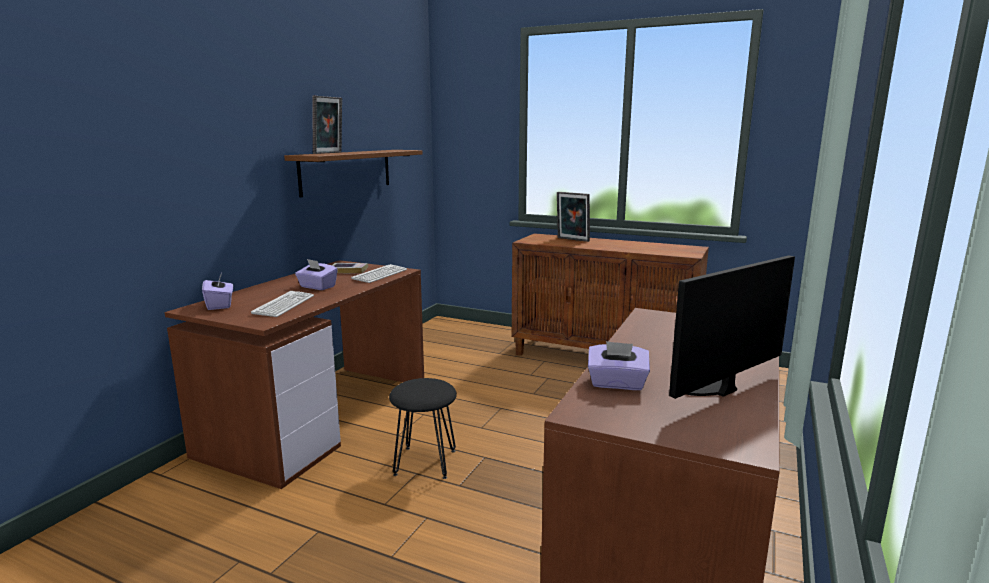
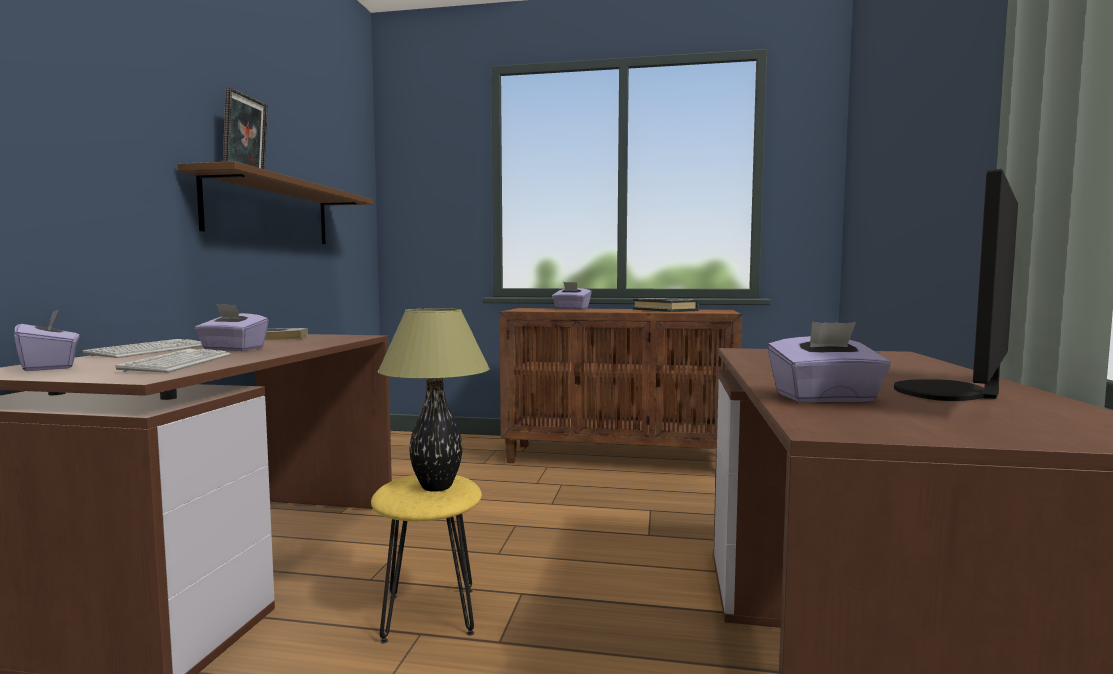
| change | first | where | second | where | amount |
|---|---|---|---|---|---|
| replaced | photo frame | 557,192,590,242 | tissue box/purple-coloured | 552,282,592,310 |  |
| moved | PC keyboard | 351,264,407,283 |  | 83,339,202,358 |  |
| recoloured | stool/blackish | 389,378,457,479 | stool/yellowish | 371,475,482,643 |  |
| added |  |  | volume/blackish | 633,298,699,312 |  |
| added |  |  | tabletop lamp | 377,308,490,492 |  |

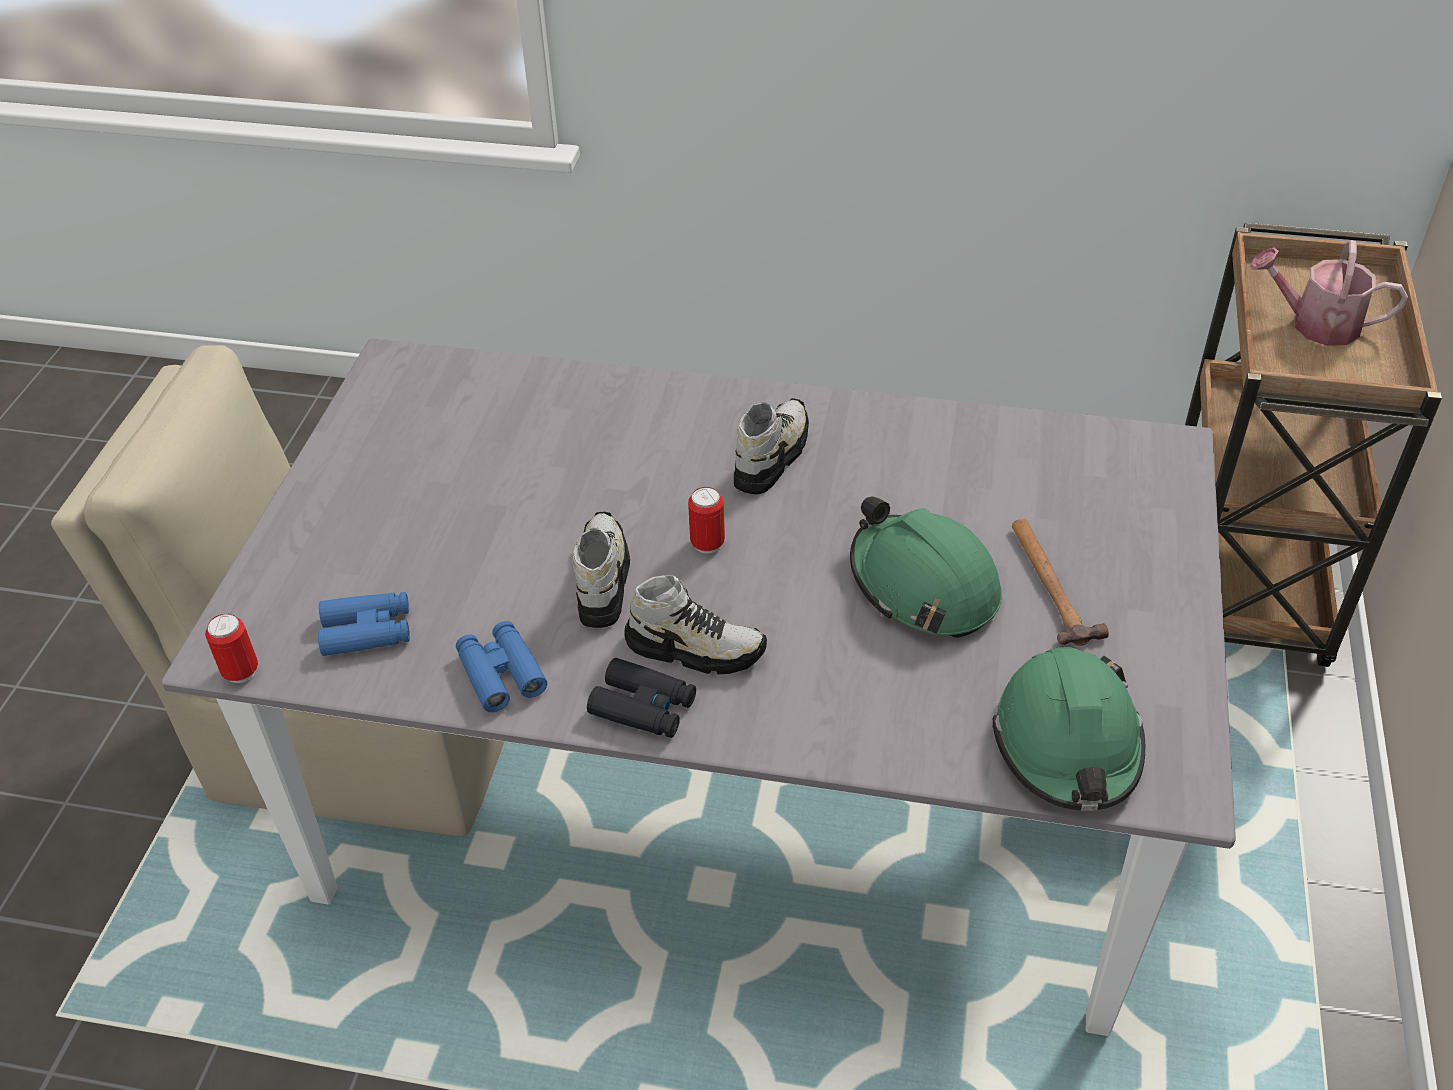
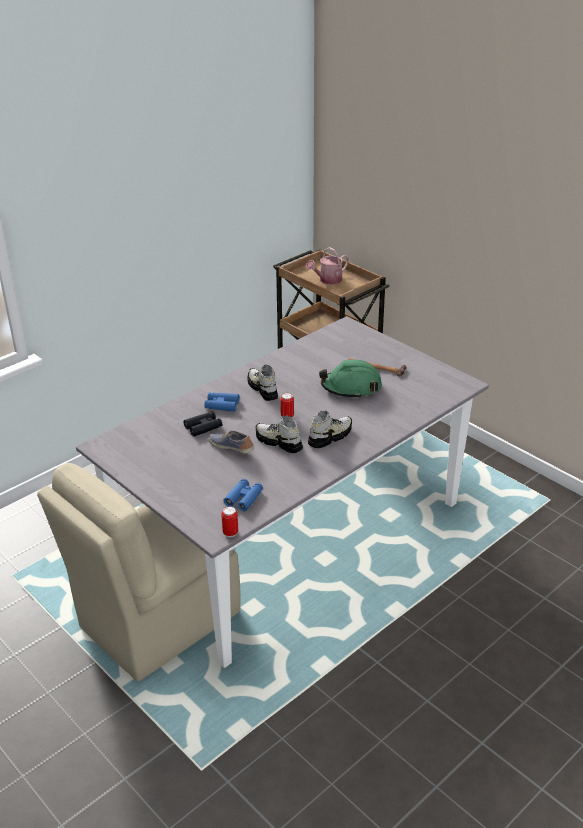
| change | first | where | second | where | amount |
|---|---|---|---|---|---|
| moved | field glasses/blue | 456,621,547,712 |  | 204,393,239,411 |  |
| removed | hard hat/green | 993,647,1145,811 |  |  |  |
| moved | field glasses/blackish | 587,658,696,738 |  | 184,411,222,437 |  |
| added |  |  | low shoe | 208,431,254,454 |  |

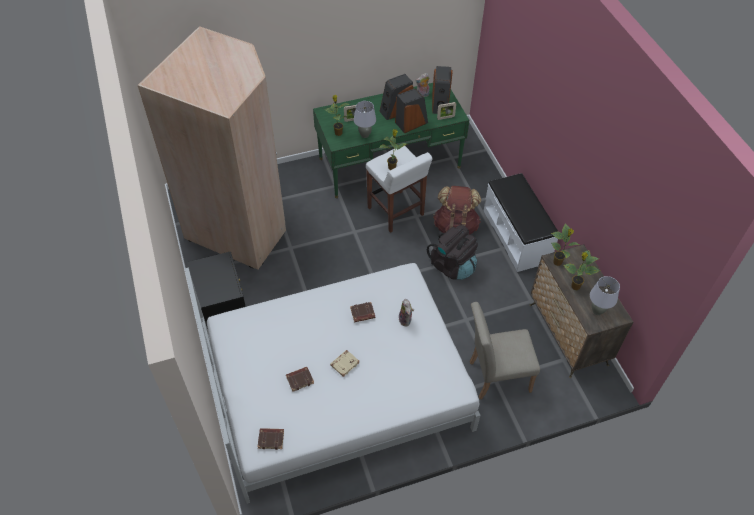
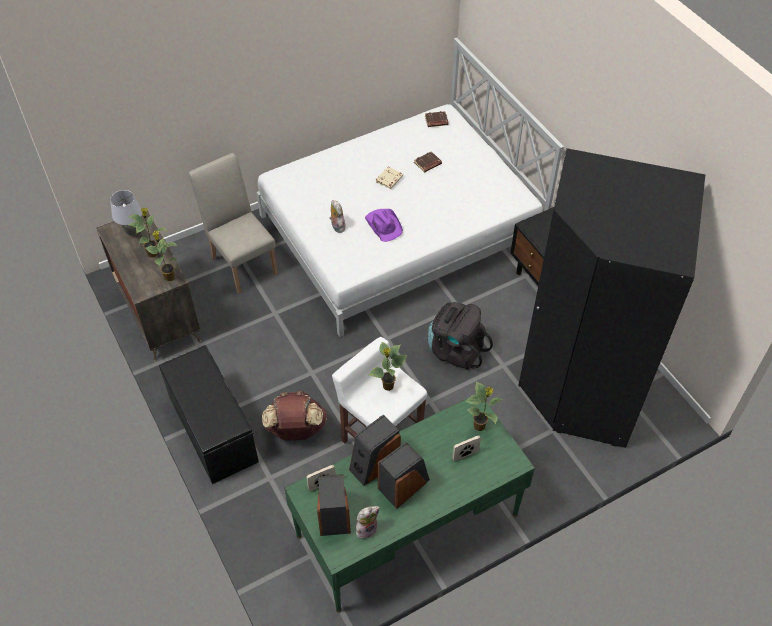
| change | first | where | second | where | amount |
|---|---|---|---|---|---|
| recoloured | clothes cupboard/beige | 138,26,286,270 | clothes cupboard/blackish | 518,148,705,448 |  |
| removed | tabletop lamp/greyish | 354,101,376,138 |  |  |  |
| recoloured | long seat/whitish | 483,173,558,272 | long seat/blackish | 159,345,259,484 |  |
| moved | knapsack/blackish | 427,225,478,280 |  | 428,302,493,370 |  |
| replaced | volume/brown | 350,302,375,322 | wearable hat/purple-coloured | 365,209,403,242 |  |
| turned | plain chair/beige | 470,302,540,399 |  | 189,153,278,294 | 105 degrees counterclockwise |

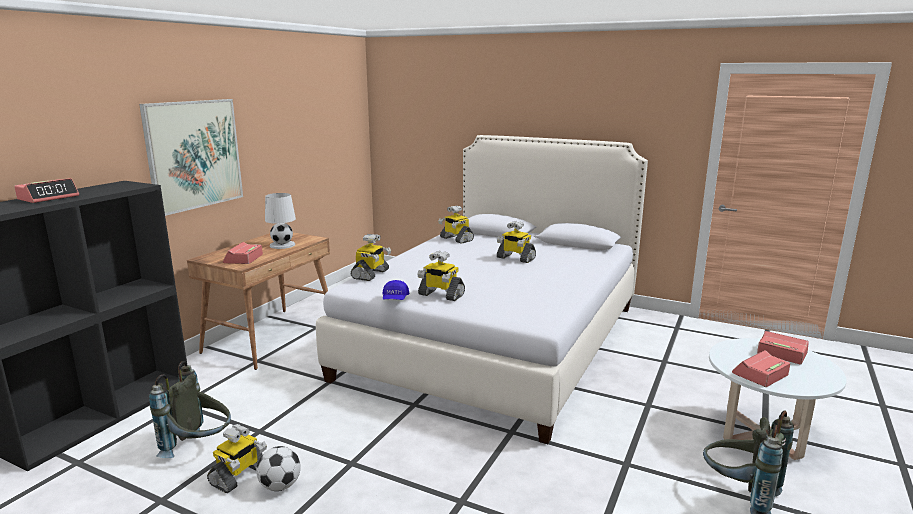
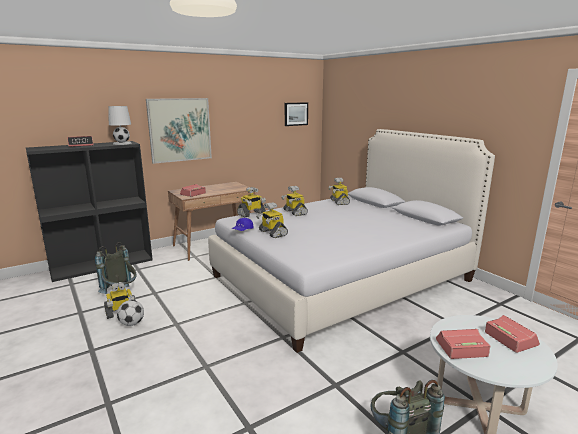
| change | first | where | second | where | amount |
|---|---|---|---|---|---|
| moved | tabletop lamp/whitish | 265,193,296,249 |  | 108,106,132,145 |  |
| moved | toy robot | 497,221,536,263 |  | 281,186,308,216 |  |
| added |  |  | wall picture | 285,102,308,126 |  |

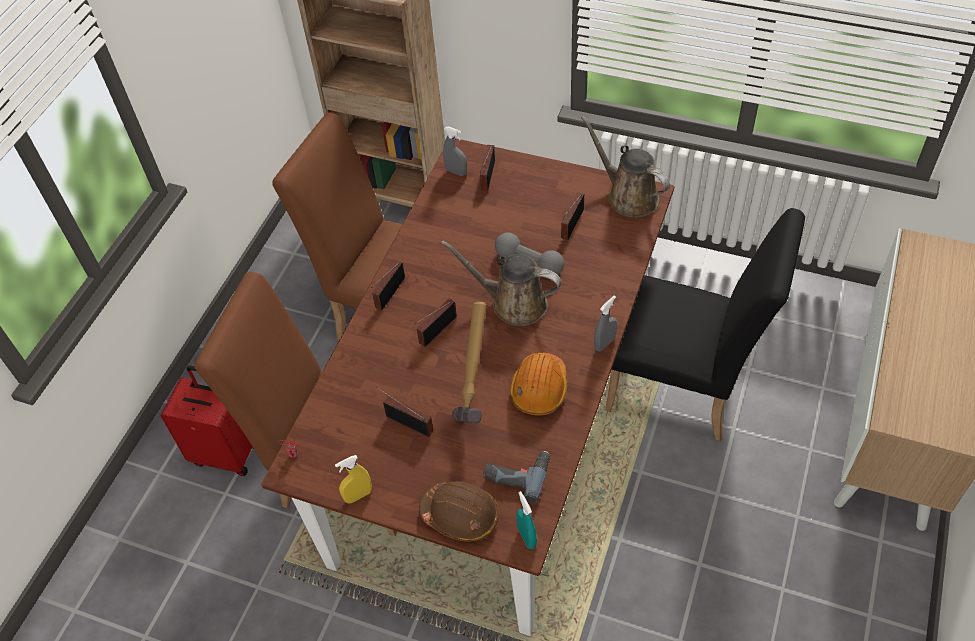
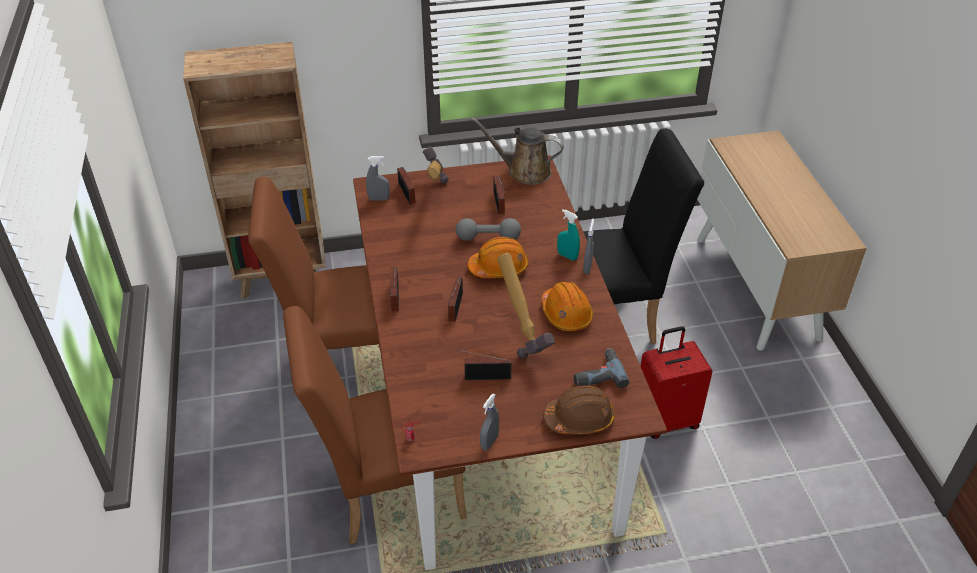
| change | first | where | second | where | amount |
|---|---|---|---|---|---|
| replaced | sprinkling can/brown | 441,240,561,326 | hard hat/orange-coloured | 467,237,529,278 |  |
| moved | piece of luggage/red | 160,365,254,476 |  | 641,326,713,439 |  |
| recoloured | sprayer/yellowish | 335,455,372,503 | sprayer/greyish | 480,394,499,451 |  |
| moved | sprayer/blue-green | 516,491,537,549 |  | 557,209,580,260 |  |
| added |  |  | tool hammer | 423,146,449,184 |  |

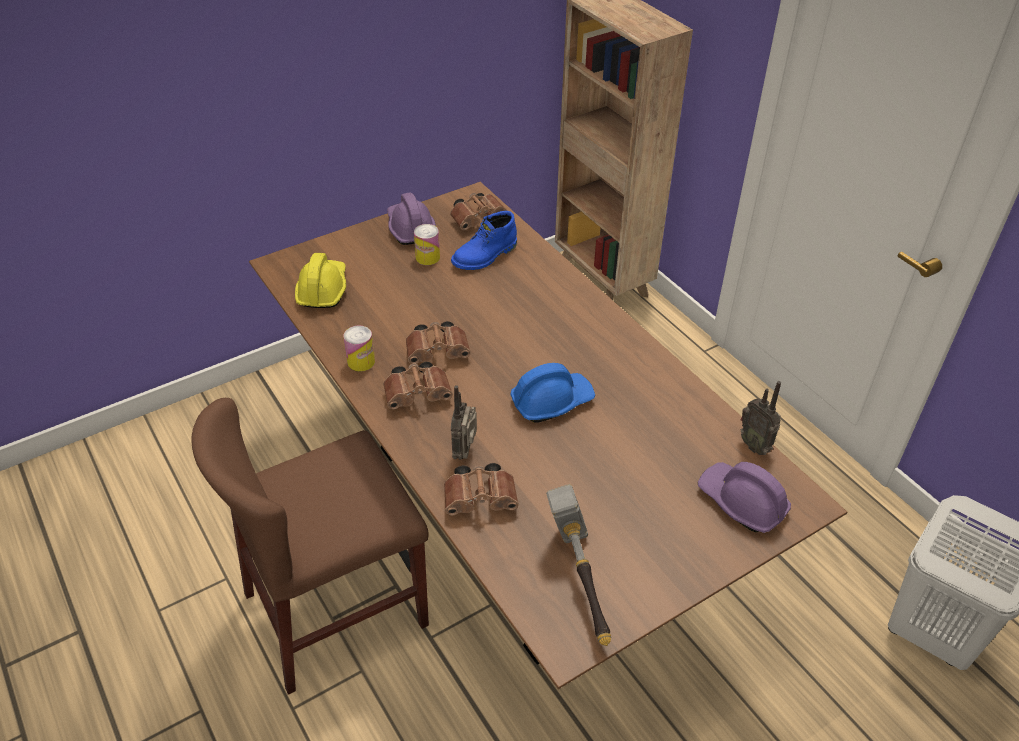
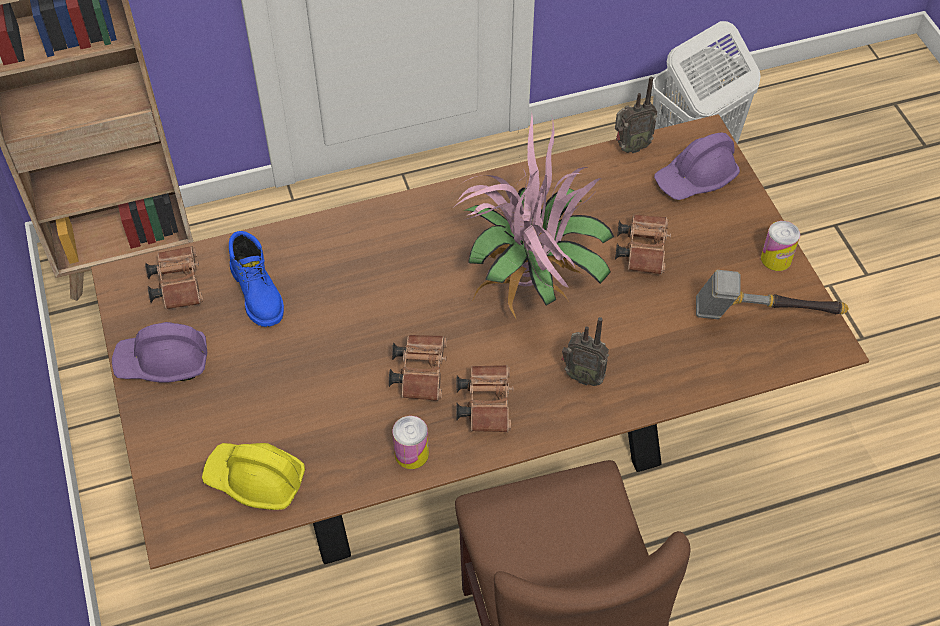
| change | first | where | second | where | amount |
|---|---|---|---|---|---|
| moved | can | 414,224,440,265 |  | 761,221,800,271 |  |
| replaced | hard hat/blue | 511,363,595,423 | plant in a pot | 454,110,614,320 |  |
| moved | field glasses/brown | 444,463,519,516 |  | 615,214,671,275 |  |

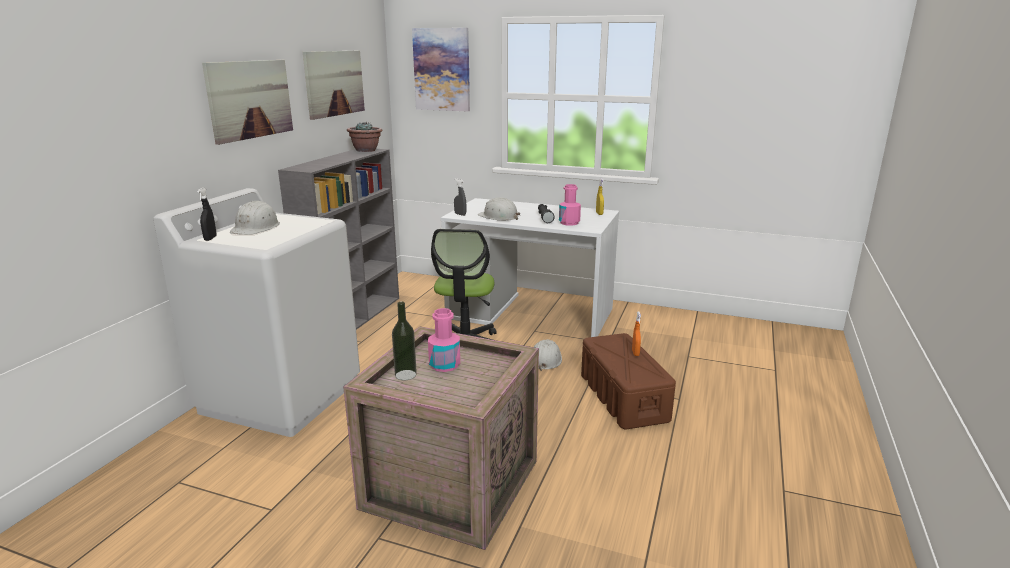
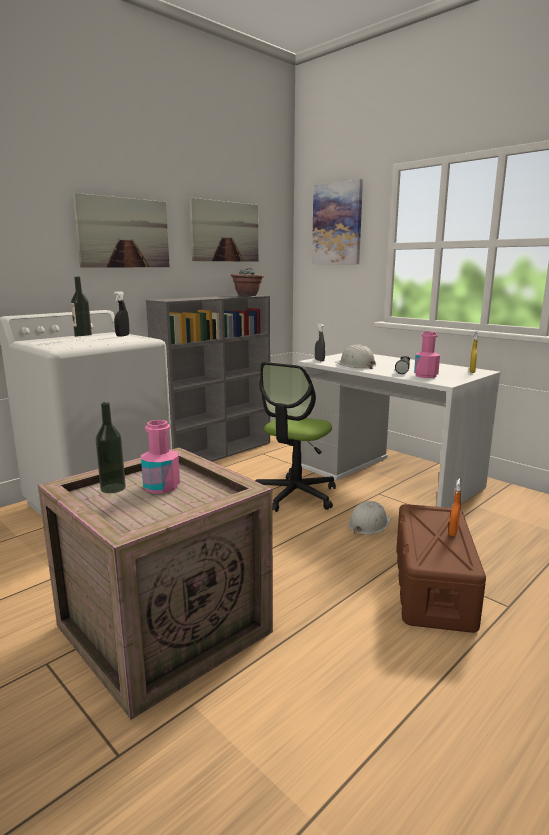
| change | first | where | second | where | amount |
|---|---|---|---|---|---|
| moved | sprayer/blackish | 197,188,216,241 |  | 114,291,129,336 |  |
| replaced | hard hat/whitish | 230,201,280,235 | bottle | 71,277,92,340 |  |

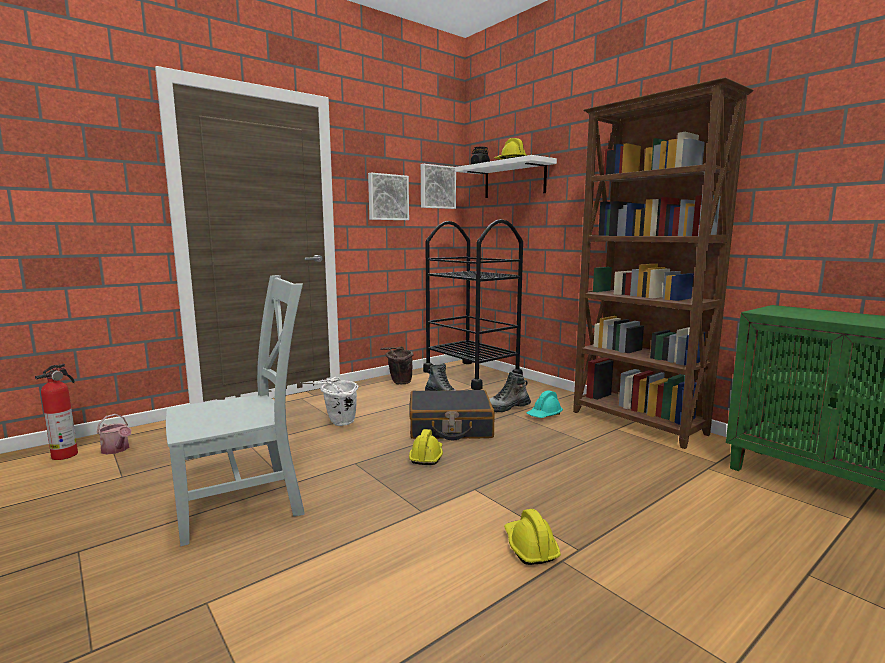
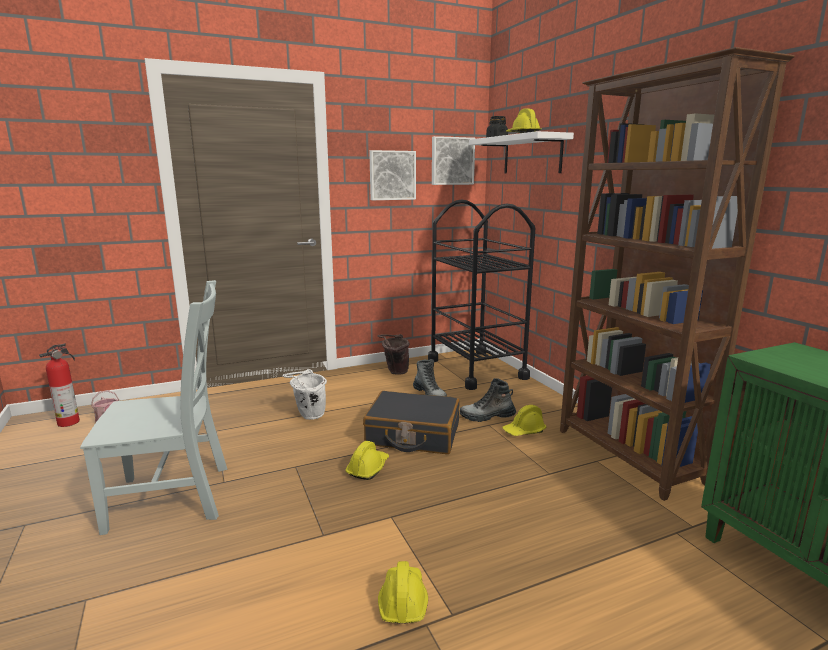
| change | first | where | second | where | amount |
|---|---|---|---|---|---|
| recoloured | hard hat/blue-green | 527,391,563,418 | hard hat/yellowish | 502,405,547,436 |  |

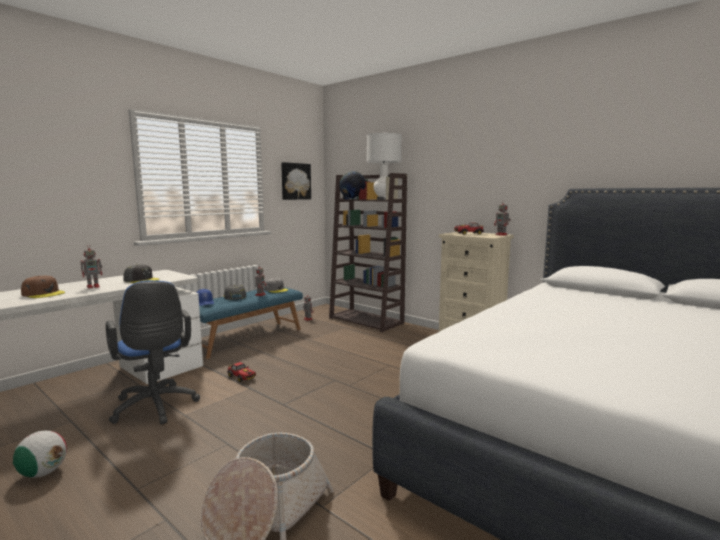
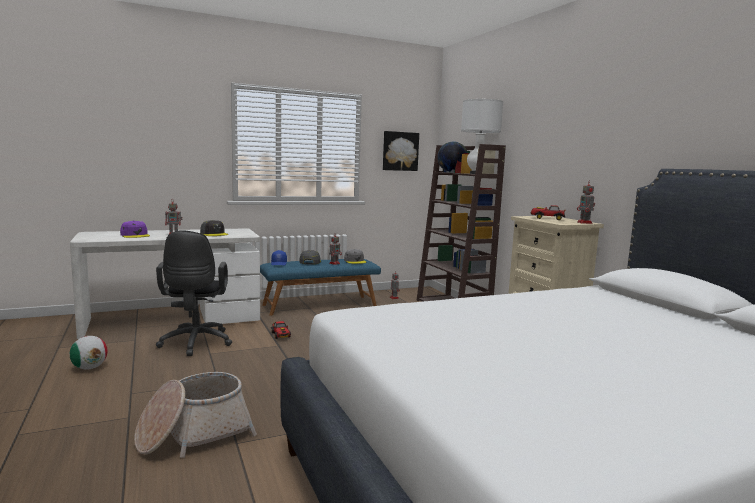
| change | first | where | second | where | amount |
|---|---|---|---|---|---|
| recoloured | baseball cap/brown | 21,276,65,298 | baseball cap/purple-coloured | 120,221,150,238 |  |
| recoloured | computer chair/blue | 106,280,200,424 | computer chair/blackish | 156,230,232,356 |  |

